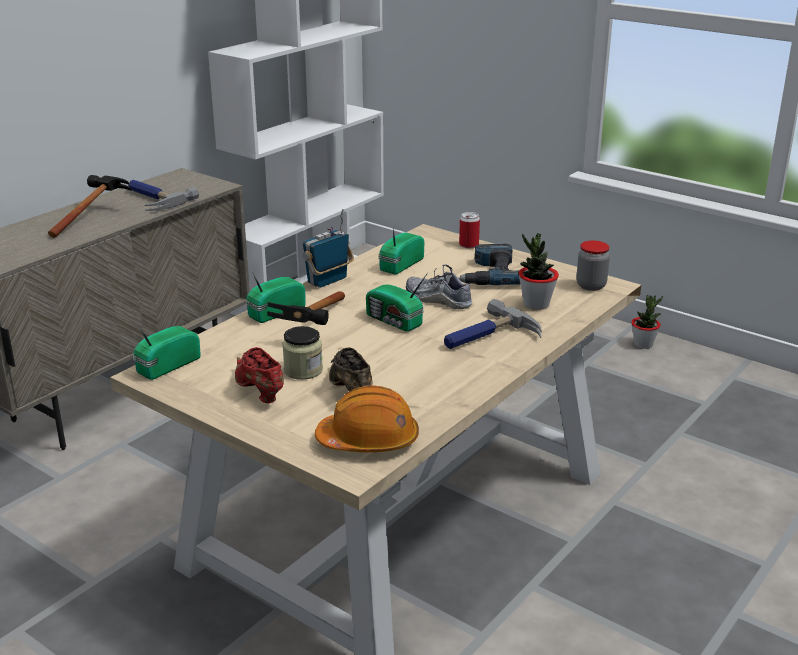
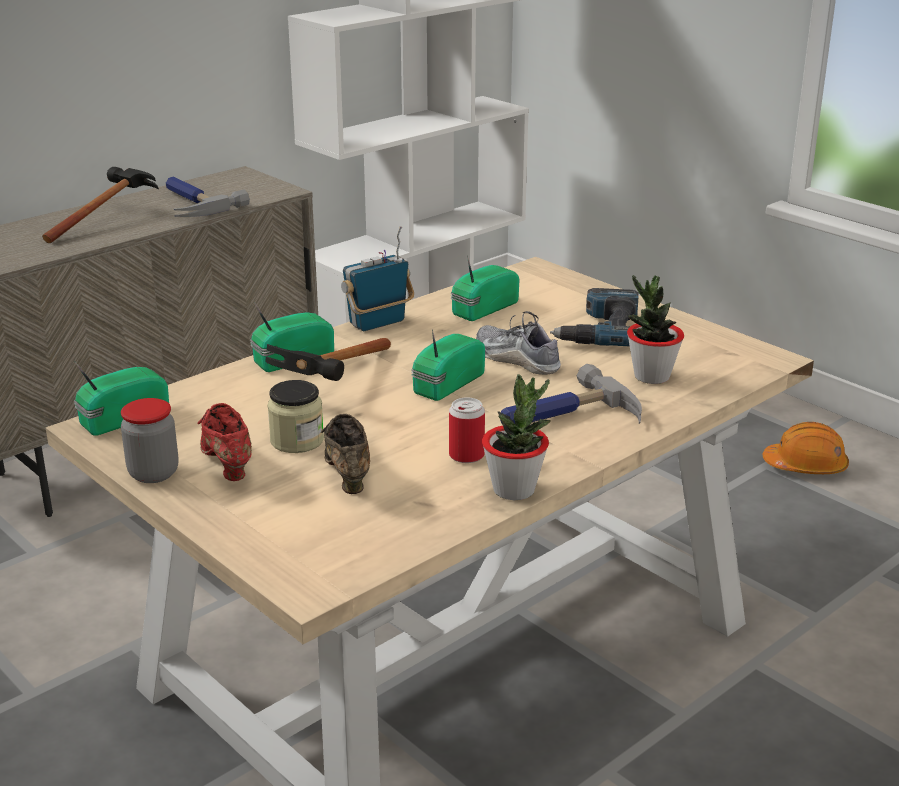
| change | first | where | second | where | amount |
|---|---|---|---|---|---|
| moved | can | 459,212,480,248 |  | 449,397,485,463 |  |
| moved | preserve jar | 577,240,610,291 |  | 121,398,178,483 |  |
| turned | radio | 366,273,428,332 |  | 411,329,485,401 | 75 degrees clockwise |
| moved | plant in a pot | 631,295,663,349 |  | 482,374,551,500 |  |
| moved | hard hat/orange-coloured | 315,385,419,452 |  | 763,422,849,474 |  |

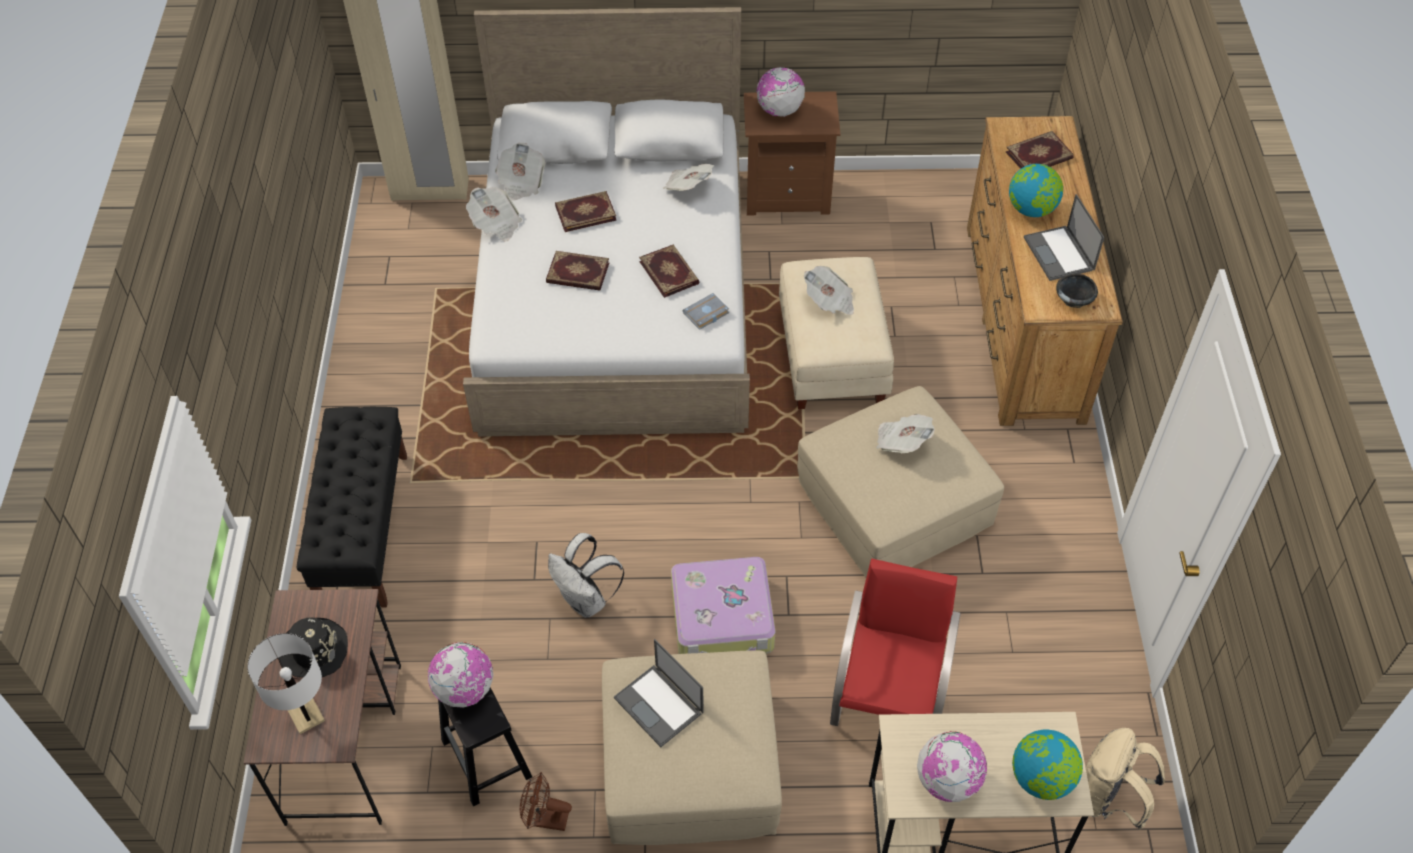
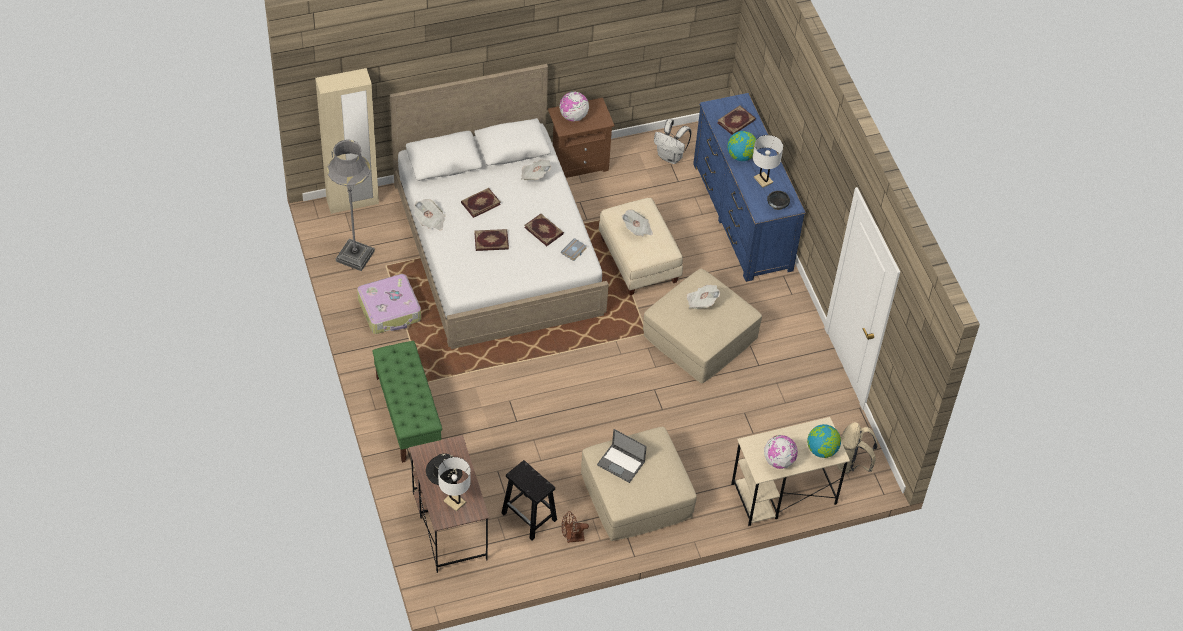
| change | first | where | second | where | amount |
|---|---|---|---|---|---|
| recoloured | drawer chest/brown | 967,116,1123,426 | drawer chest/blue | 693,93,806,282 |  |
| removed | daily paper | 495,143,546,201 |  |  |  |
| replaced | notebook computer | 1024,194,1104,281 | tabletop lamp/whitish | 753,135,783,188 |  |
| recoloured | long seat/blackish | 297,407,407,607 | long seat/green | 372,341,442,463 |  |
| moved | knapsack/whitish | 548,533,624,618 |  | 654,119,691,164 |  |
| moved | piece of luggage | 671,557,776,654 |  | 357,274,421,334 |  |
| removed | plain chair/red | 830,558,961,726 |  |  |  |
| removed | desk globe | 428,642,494,708 |  |  |  |
| added |  |  | floor lamp/greyish | 327,140,375,271 |  |

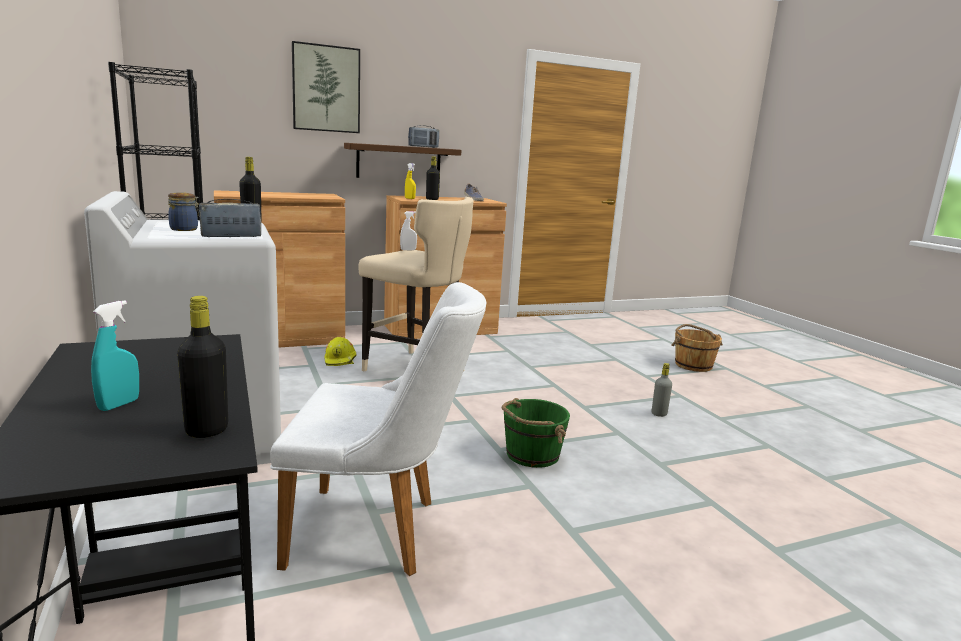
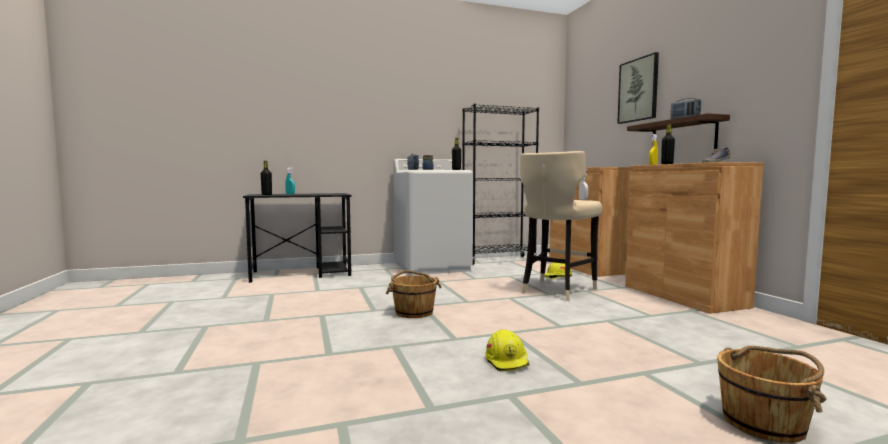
| change | first | where | second | where | amount |
|---|---|---|---|---|---|
| removed | plain chair/whitish | 270,282,486,576 |  |  |  |
| replaced | bottle/greyish | 652,363,672,417 | hard hat/yellowish | 485,329,530,371 |  |
| recoloured | bucket/green | 502,398,570,468 | bucket/brown | 386,270,442,318 |  |

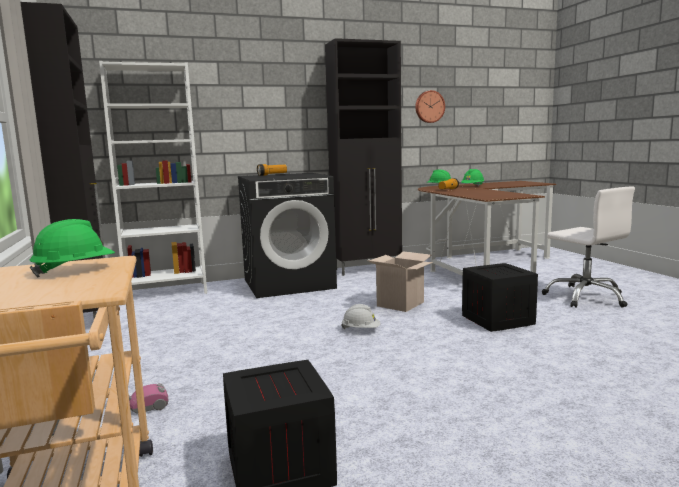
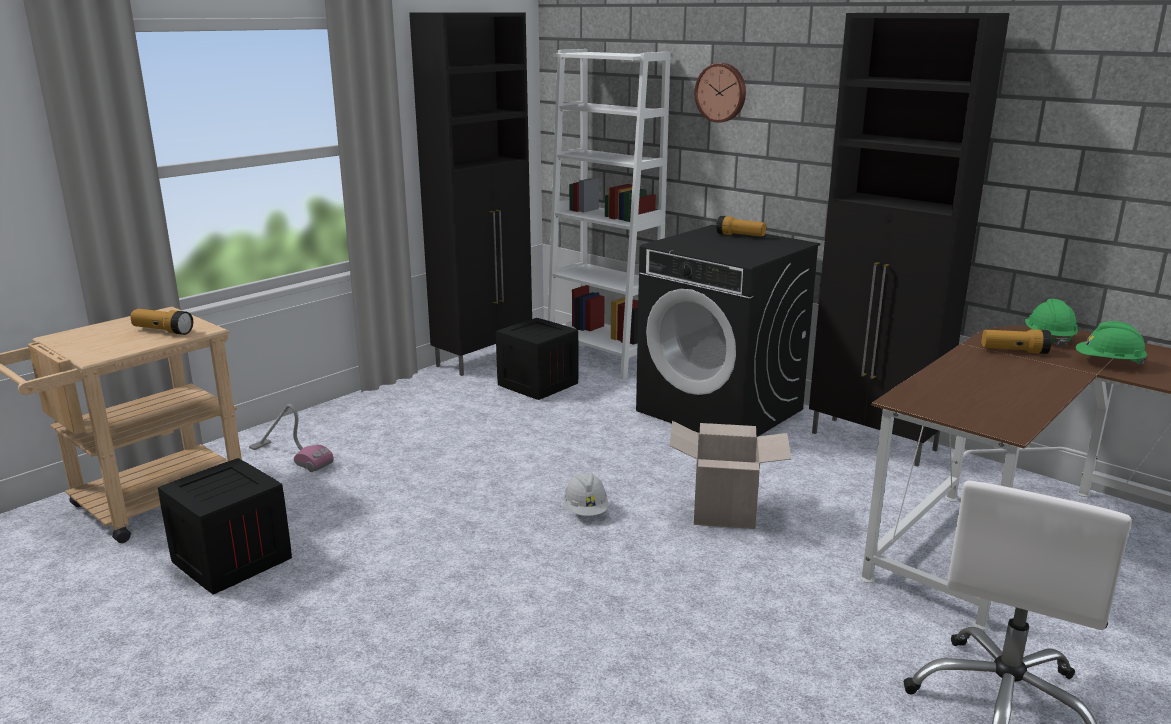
| change | first | where | second | where | amount |
|---|---|---|---|---|---|
| moved | hanging clock | 415,90,445,123 |  | 694,63,746,123 |  |
| replaced | hard hat/green | 29,219,115,278 | flashlight | 130,309,193,335 |  |
| moved | crate | 462,263,538,332 |  | 496,318,578,400 |  |

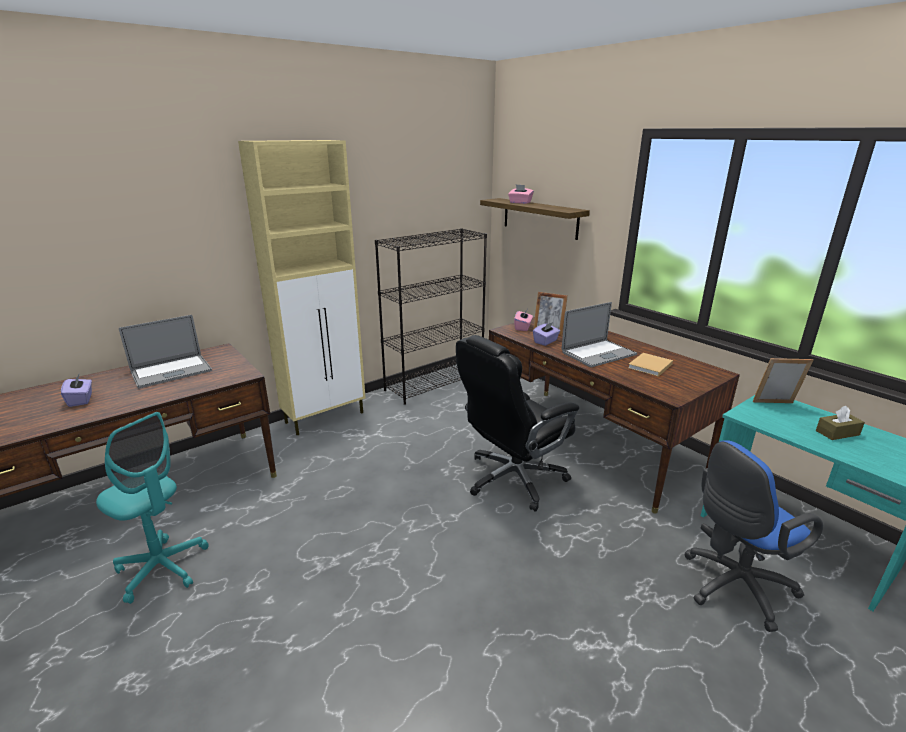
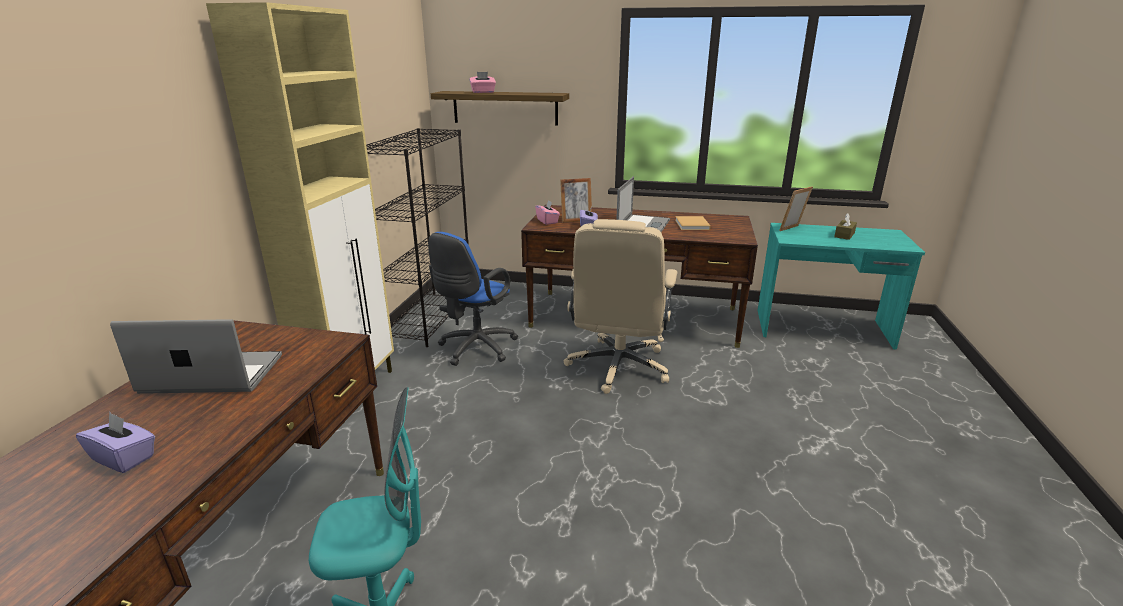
| change | first | where | second | where | amount |
|---|---|---|---|---|---|
| turned | notebook computer | 119,315,212,388 |  | 110,319,282,394 | 105 degrees counterclockwise |
| recoloured | computer chair/blackish | 456,335,579,512 | computer chair/beige | 564,219,678,394 |  |
| moved | computer chair/blue | 684,440,823,632 |  | 428,232,518,366 |  |

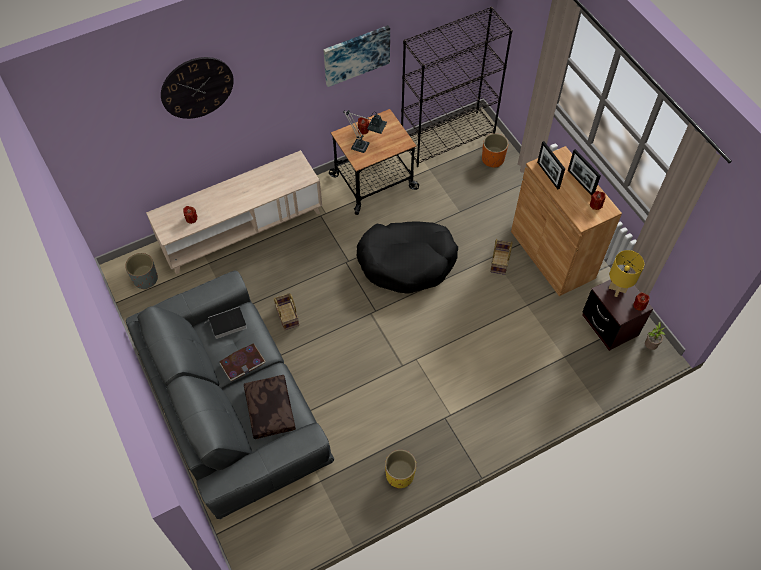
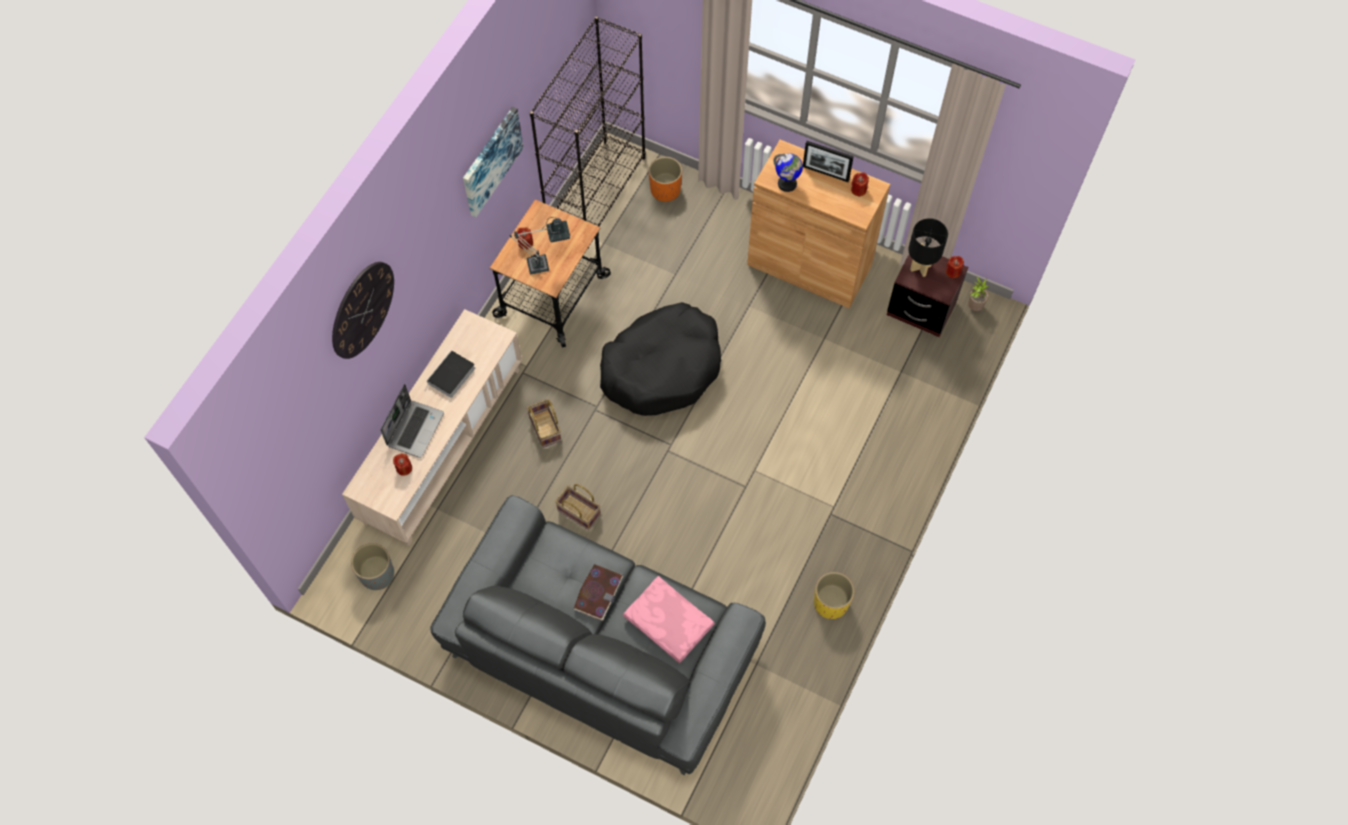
| change | first | where | second | where | amount |
|---|---|---|---|---|---|
| replaced | photo frame | 537,141,565,189 | desk globe | 773,153,803,192 |  |
| moved | storage basket | 490,239,512,275 |  | 527,399,561,448 |  |
| recoloured | tabletop lamp/yellowish | 609,250,644,297 | tabletop lamp/blackish | 908,218,948,277 |  |
| moved | volume | 204,307,247,339 |  | 424,350,475,398 |  |
| recoloured | throw pillow/brown | 244,375,296,439 | throw pillow/pink-coloured | 623,576,715,664 |  |
| added |  |  | notebook computer | 380,384,444,458 |  |

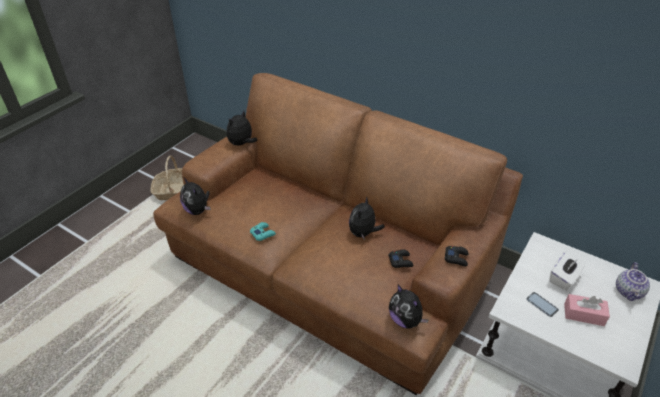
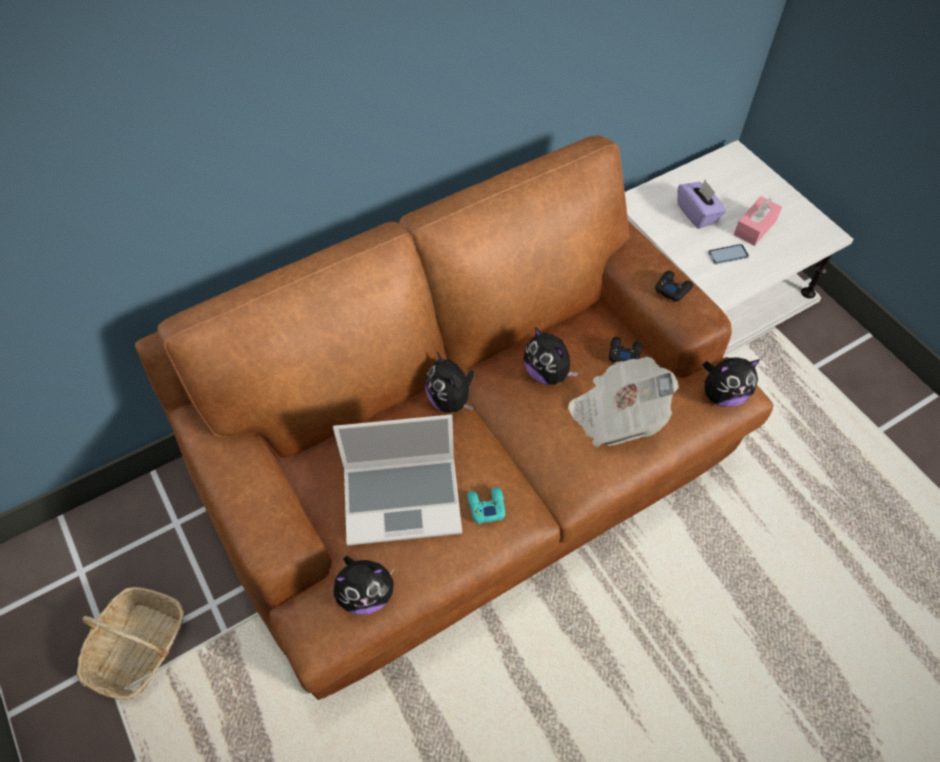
| change | first | where | second | where | amount |
|---|---|---|---|---|---|
| moved | soft toy | 227,111,257,145 |  | 425,352,474,413 |  |
| recoloured | tissue box/whitish | 549,251,585,290 | tissue box/purple-coloured | 677,179,726,229 |  |
| removed | tea pot | 616,262,650,301 |  |  |  |
| added |  |  | daily paper | 568,357,679,447 |  |
| added |  |  | notebook computer | 333,414,462,546 |  |

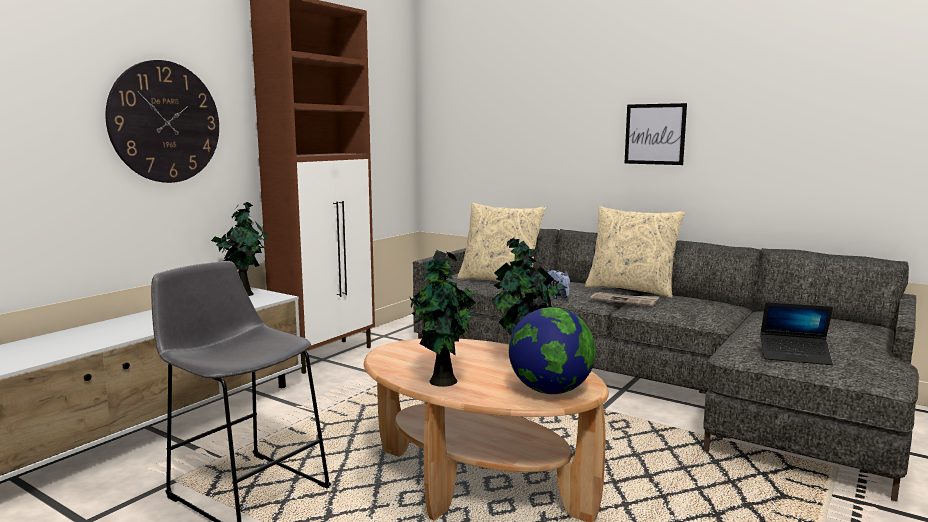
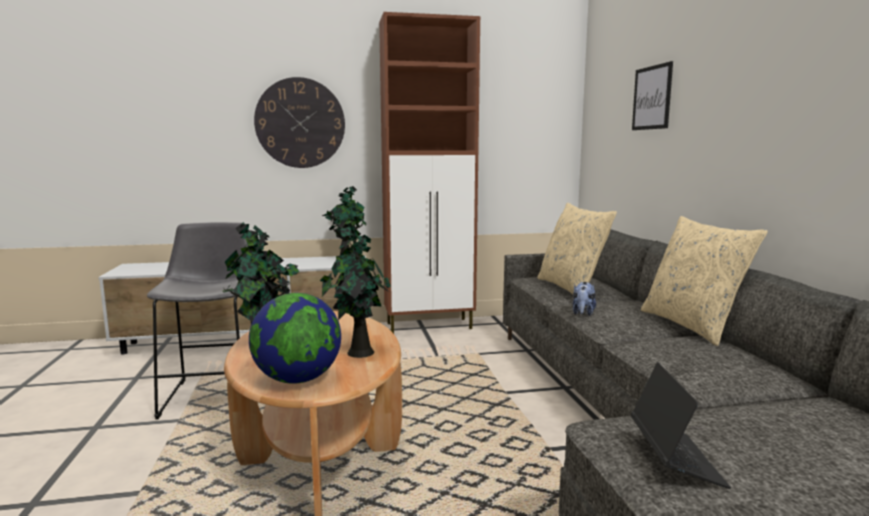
| change | first | where | second | where | amount |
|---|---|---|---|---|---|
| moved | wall picture | 625,103,687,165 |  | 632,61,673,130 |  |
| removed | daily paper | 590,292,659,307 |  |  |  |
| turned | notebook computer | 760,302,833,365 |  | 631,362,731,489 | 150 degrees counterclockwise |

